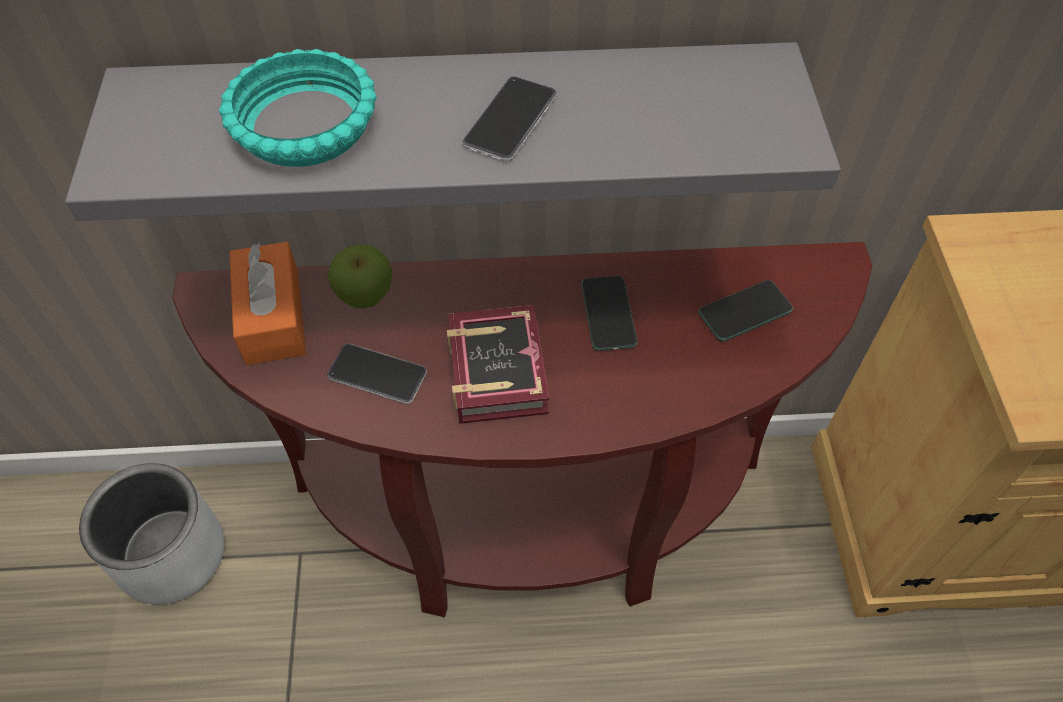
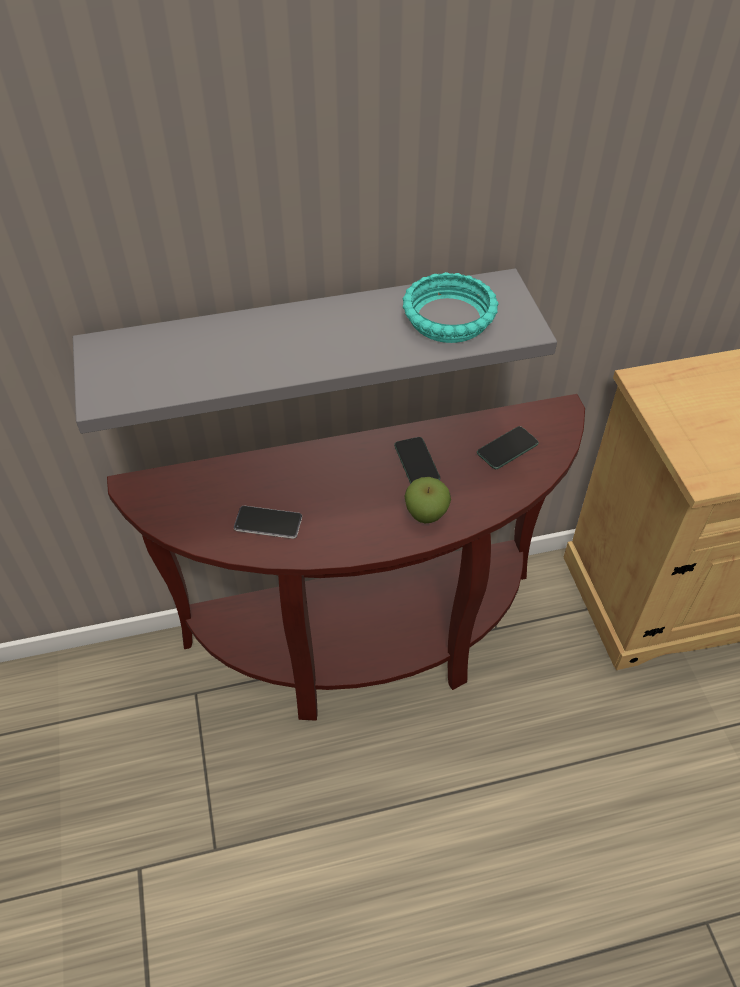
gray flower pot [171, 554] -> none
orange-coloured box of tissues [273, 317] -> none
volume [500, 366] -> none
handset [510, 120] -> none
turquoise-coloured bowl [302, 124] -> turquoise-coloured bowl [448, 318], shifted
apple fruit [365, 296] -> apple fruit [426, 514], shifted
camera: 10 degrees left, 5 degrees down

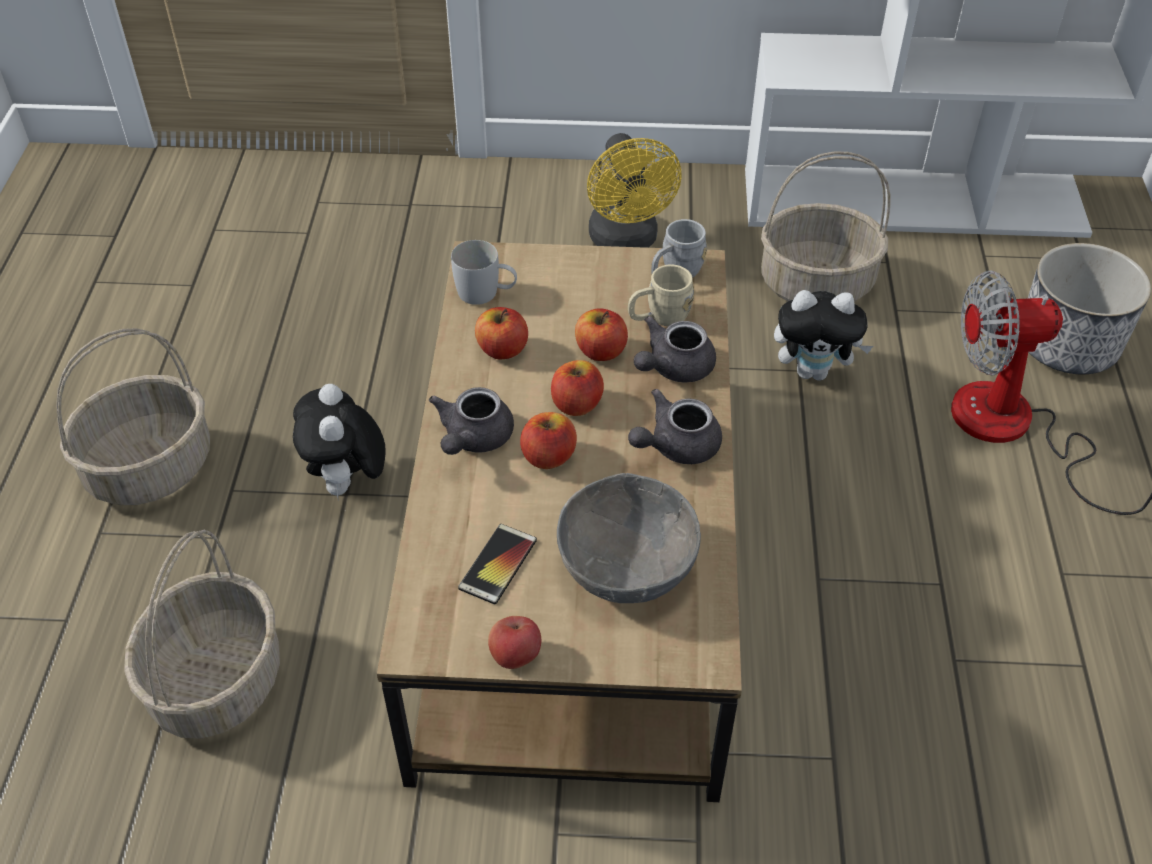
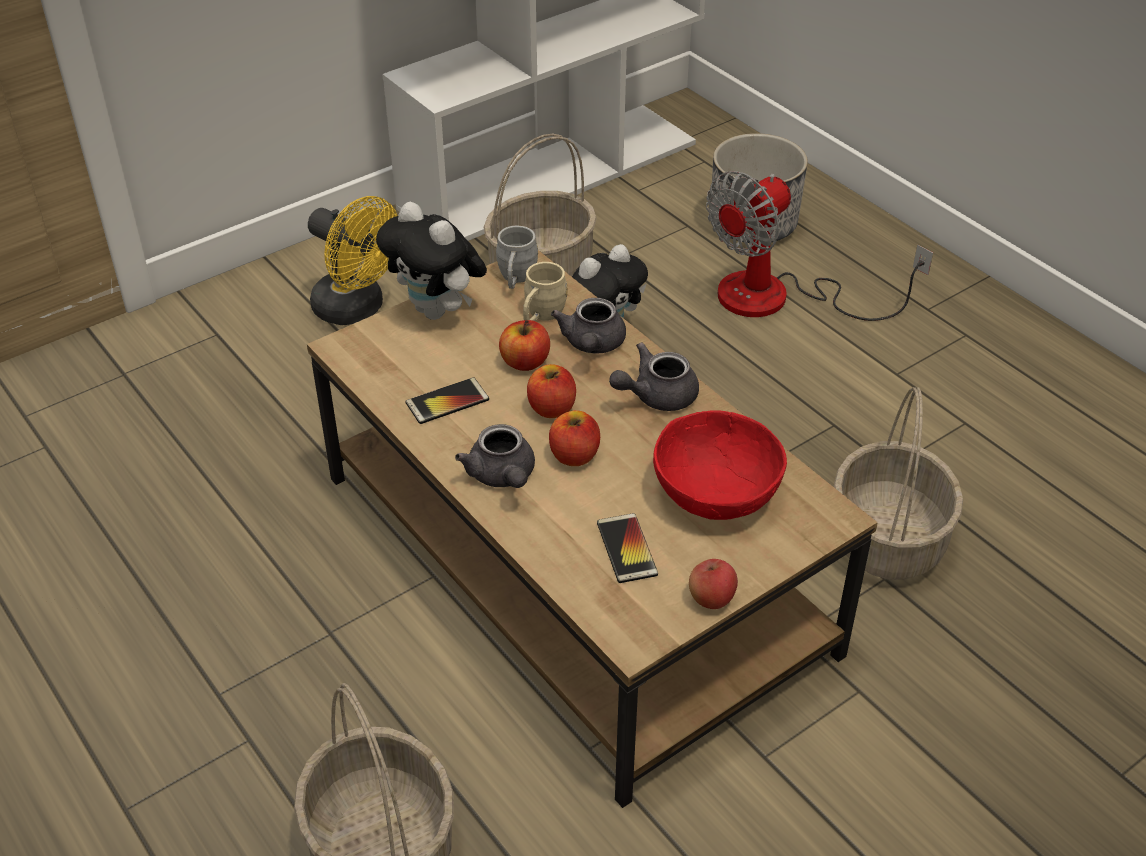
whitish coffee mug [486, 293] -> none
storage basket [151, 467] -> storage basket [886, 539], shifted
cuddly toy [347, 483] -> cuddly toy [438, 311], shifted
apple fruit [502, 349] -> handset [447, 402]
gray bowl [627, 565] -> reddish bowl [715, 492]
gray pot for tea [675, 446] -> gray pot for tea [656, 396], 45 degrees clockwise
camera: 40 degrees left, 5 degrees down

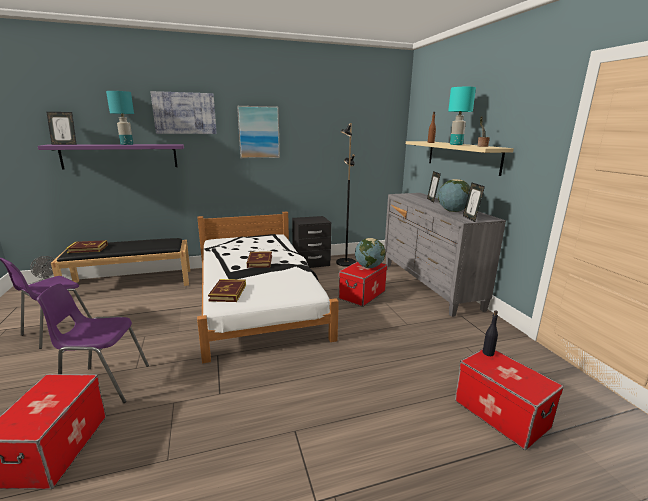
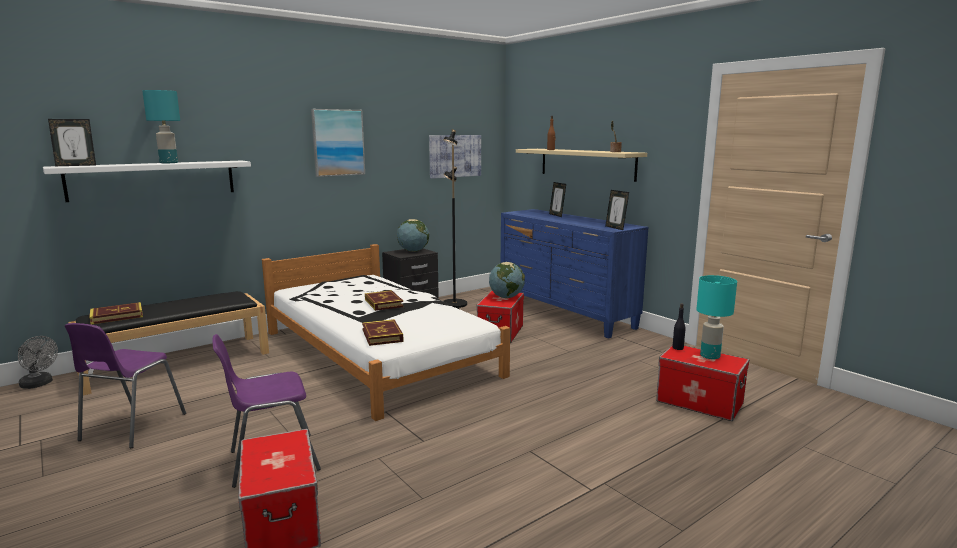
wall picture [185, 113] -> wall picture [455, 156], shifted
world globe [452, 211] -> world globe [413, 251], shifted
turquoise-coloured tabletop lamp [456, 144] -> turquoise-coloured tabletop lamp [710, 356], shifted
purplish wall shelf [120, 156] -> whitish wall shelf [153, 180]
gray drawer chest [429, 285] -> blue drawer chest [565, 314]
camera: 20 degrees left, 5 degrees down

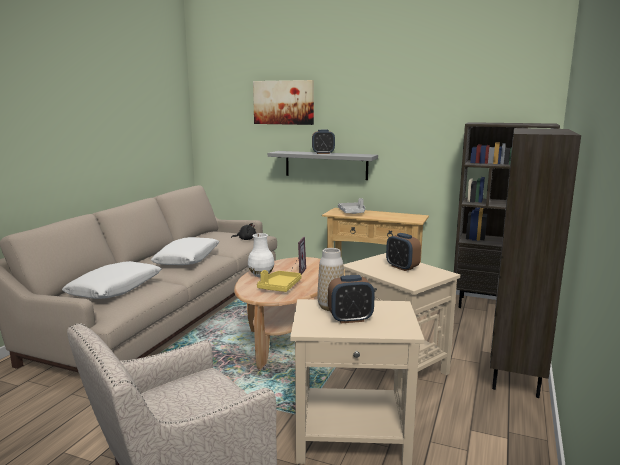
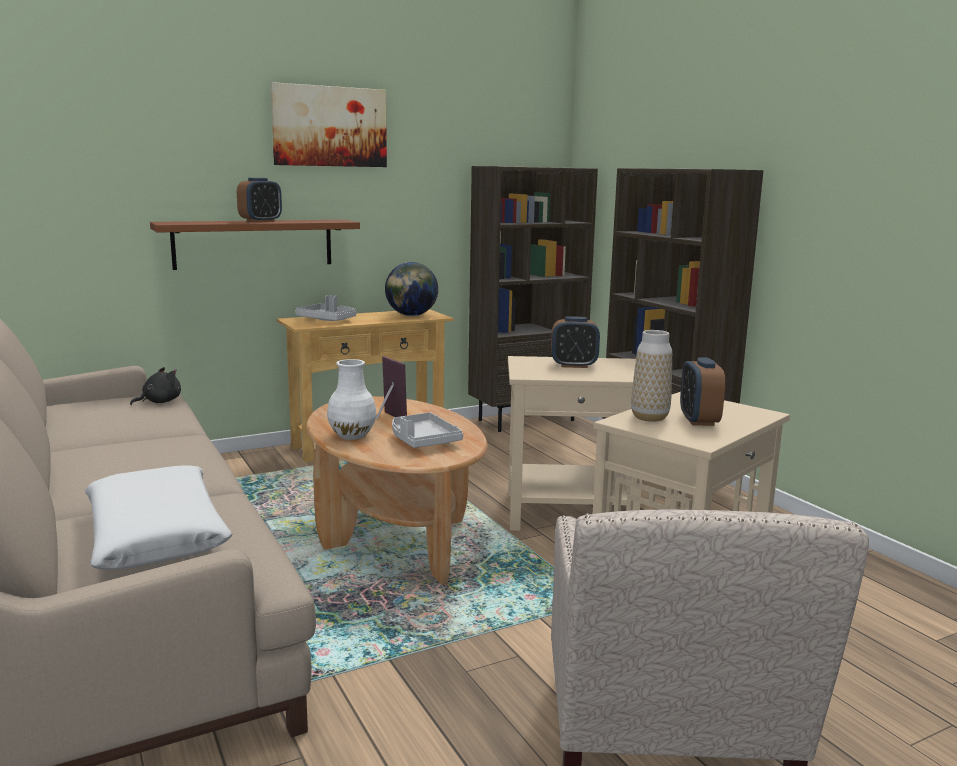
whitish cushion [187, 259] -> none
none -> world globe [411, 315]
wall picture [283, 102] -> wall picture [329, 126], shifted
yellow carrying tray [279, 287] -> gray carrying tray [422, 440]
gray wall shelf [326, 165] -> brownish wall shelf [254, 243]
table clock [350, 319] -> table clock [699, 420], 150 degrees clockwise
camera: 50 degrees left, 0 degrees up

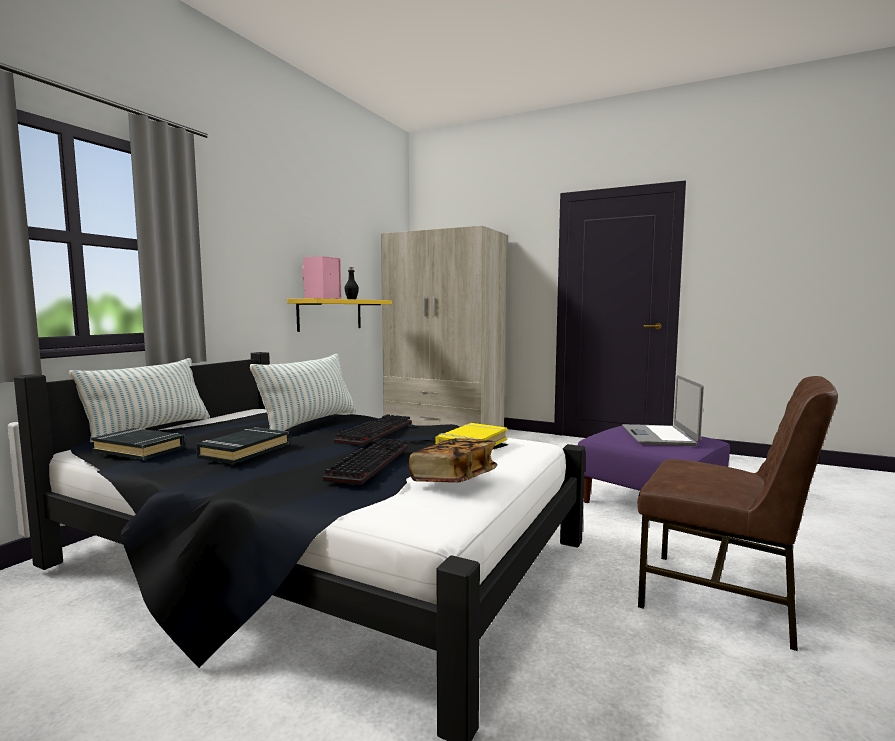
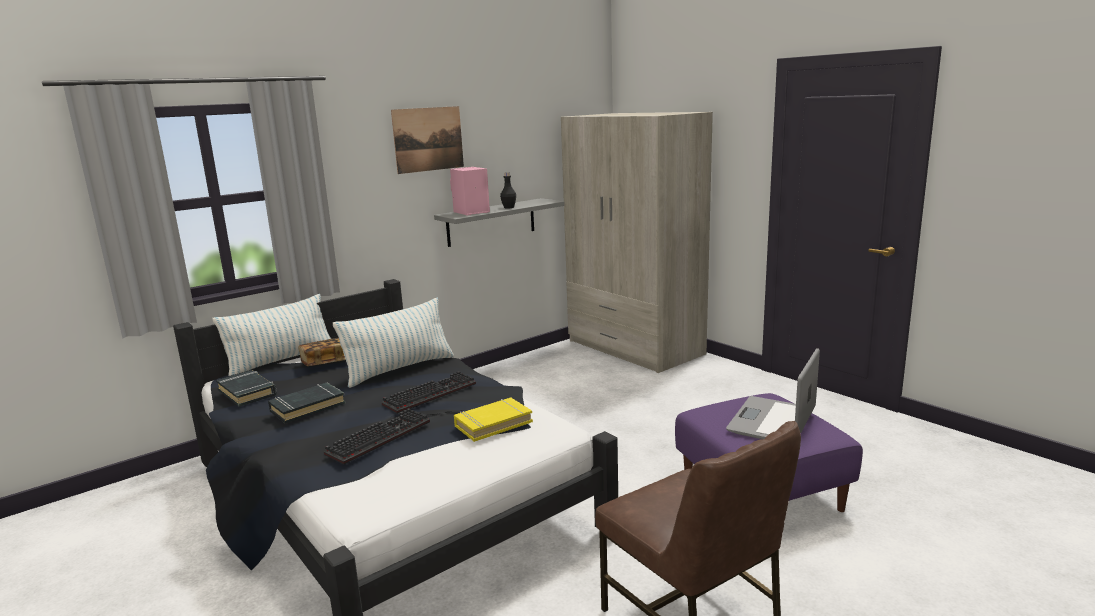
none -> wall picture [428, 139]
volume [453, 479] -> volume [326, 363], shifted
yellow wall shelf [330, 314] -> gray wall shelf [491, 222]
camera: 25 degrees right, 10 degrees up

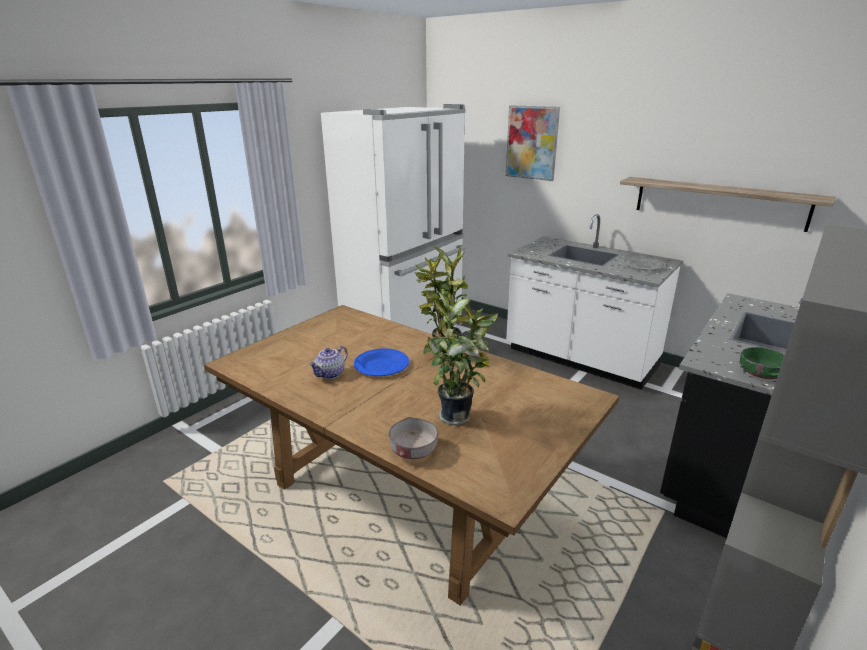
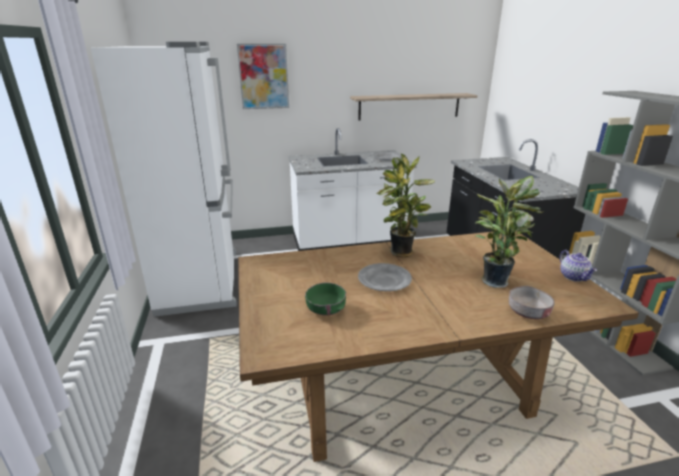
pot for tea [330, 374] -> pot for tea [574, 277], shifted
green-coloured bowl [760, 373] -> green-coloured bowl [325, 309], shifted
blue dinner plate [381, 365] -> gray dinner plate [384, 280]
camera: 50 degrees left, 0 degrees up

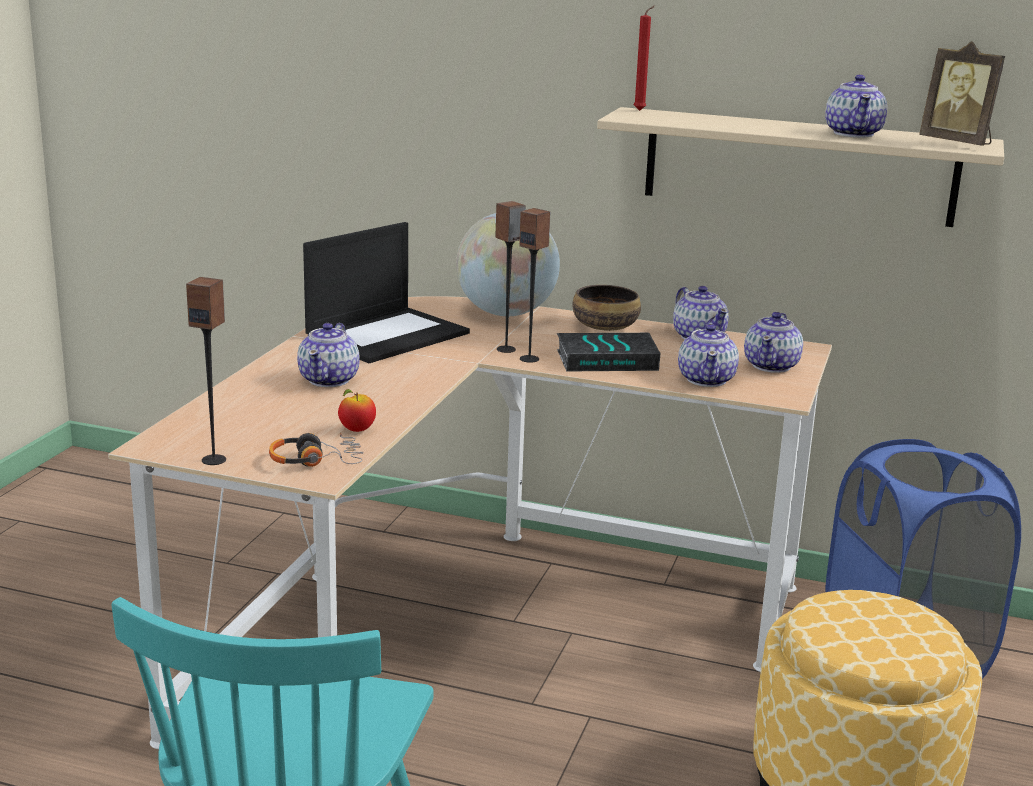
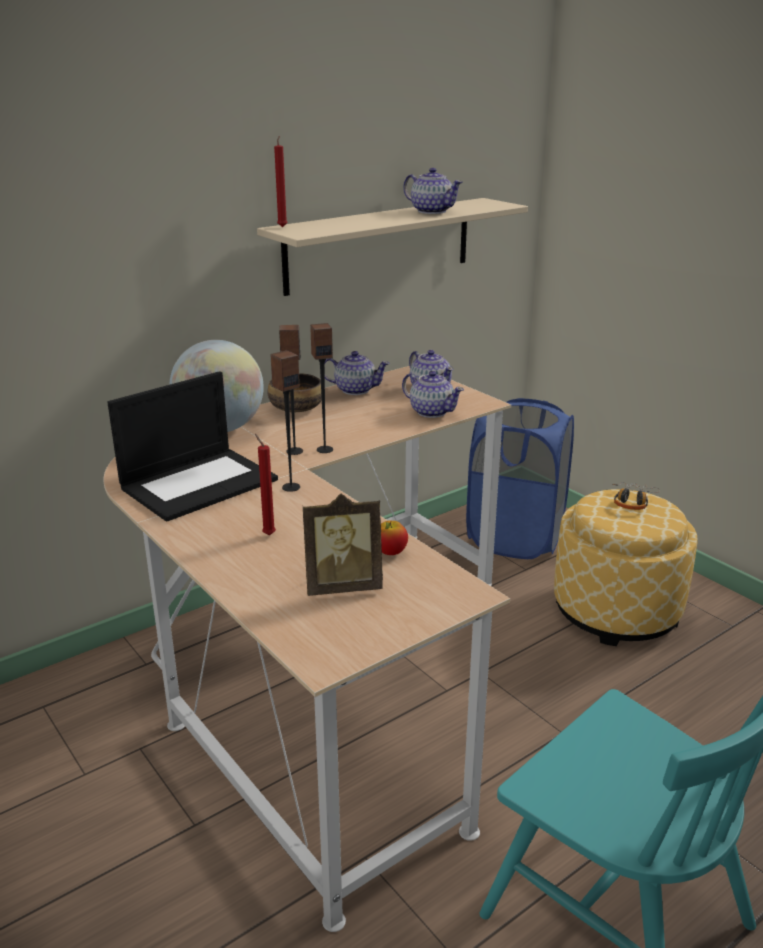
volume [608, 359] -> none
loudspeaker [214, 460] -> loudspeaker [291, 487], shifted
pair of headphones [316, 460] -> pair of headphones [632, 501], shifted
picture frame [958, 143] -> picture frame [343, 586], shifted
pot for tea [329, 380] -> reddish wax candle [267, 534]
laptop [388, 335] -> laptop [199, 483], 60 degrees clockwise
camera: 55 degrees left, 5 degrees up

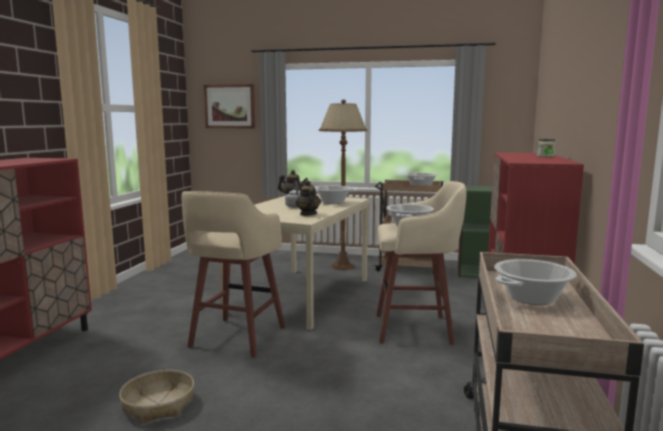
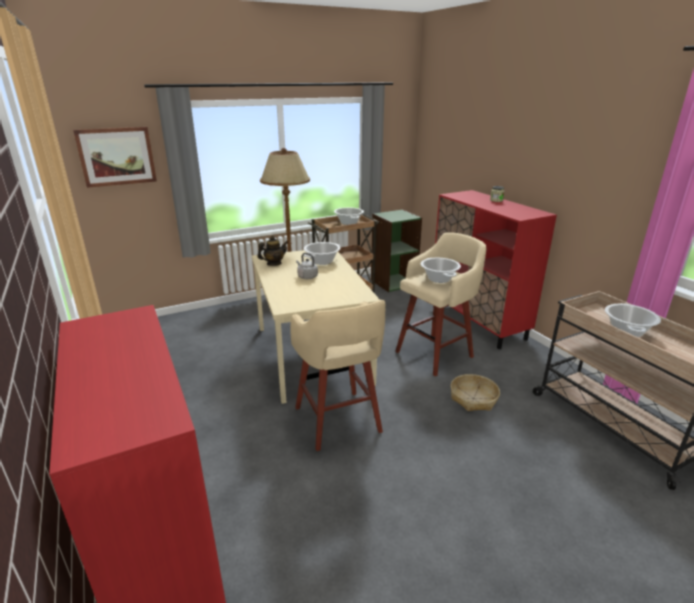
pot for tea [308, 214] -> none
storage basket [159, 404] -> storage basket [473, 398], shifted
camera: 40 degrees left, 15 degrees up

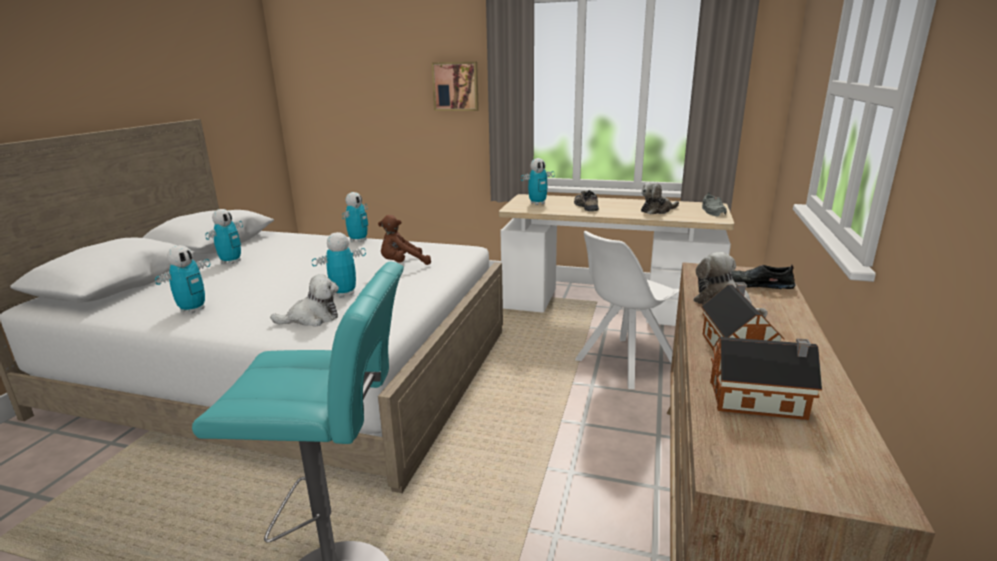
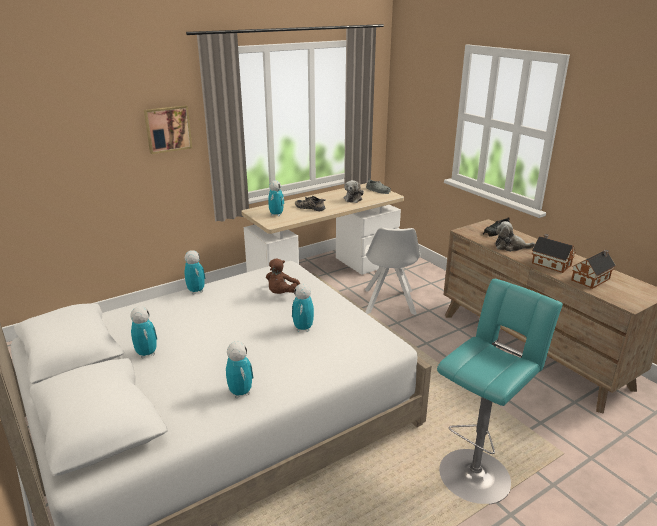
cuddly toy [312, 318] -> none
camera: 50 degrees left, 5 degrees up

